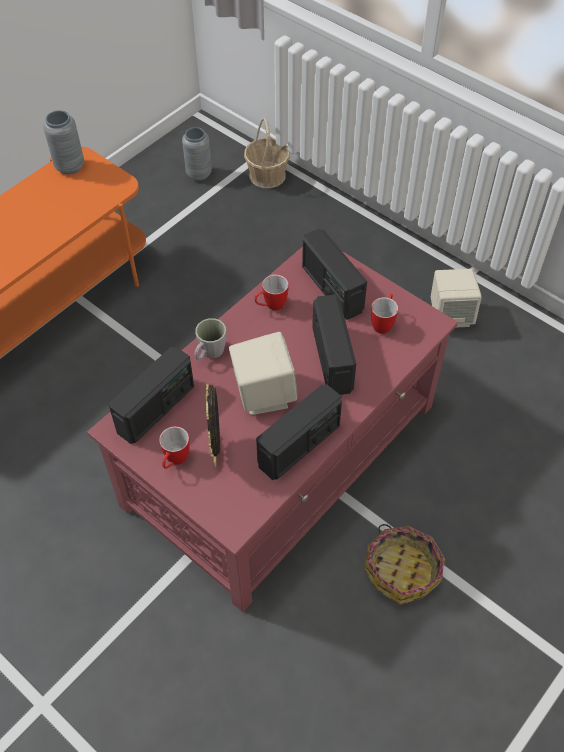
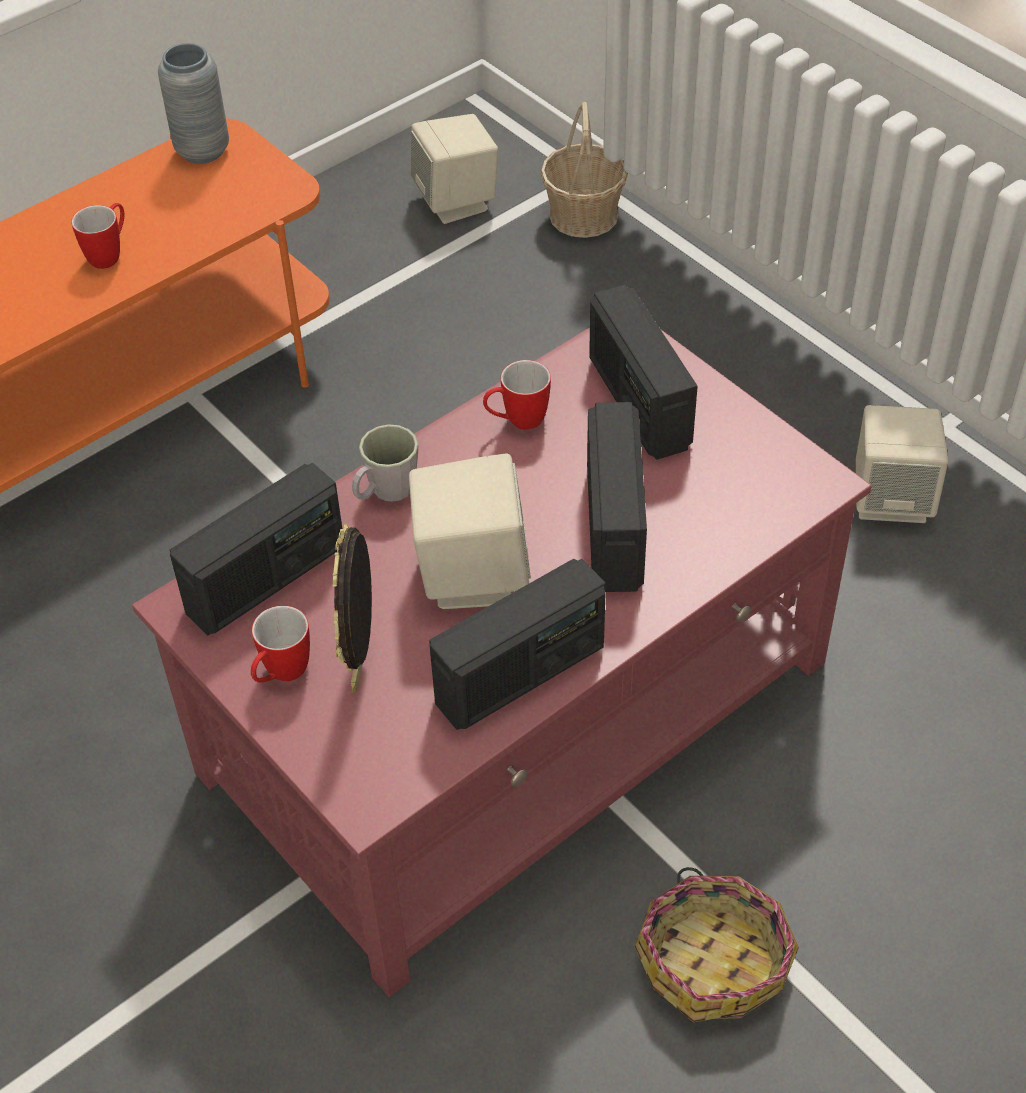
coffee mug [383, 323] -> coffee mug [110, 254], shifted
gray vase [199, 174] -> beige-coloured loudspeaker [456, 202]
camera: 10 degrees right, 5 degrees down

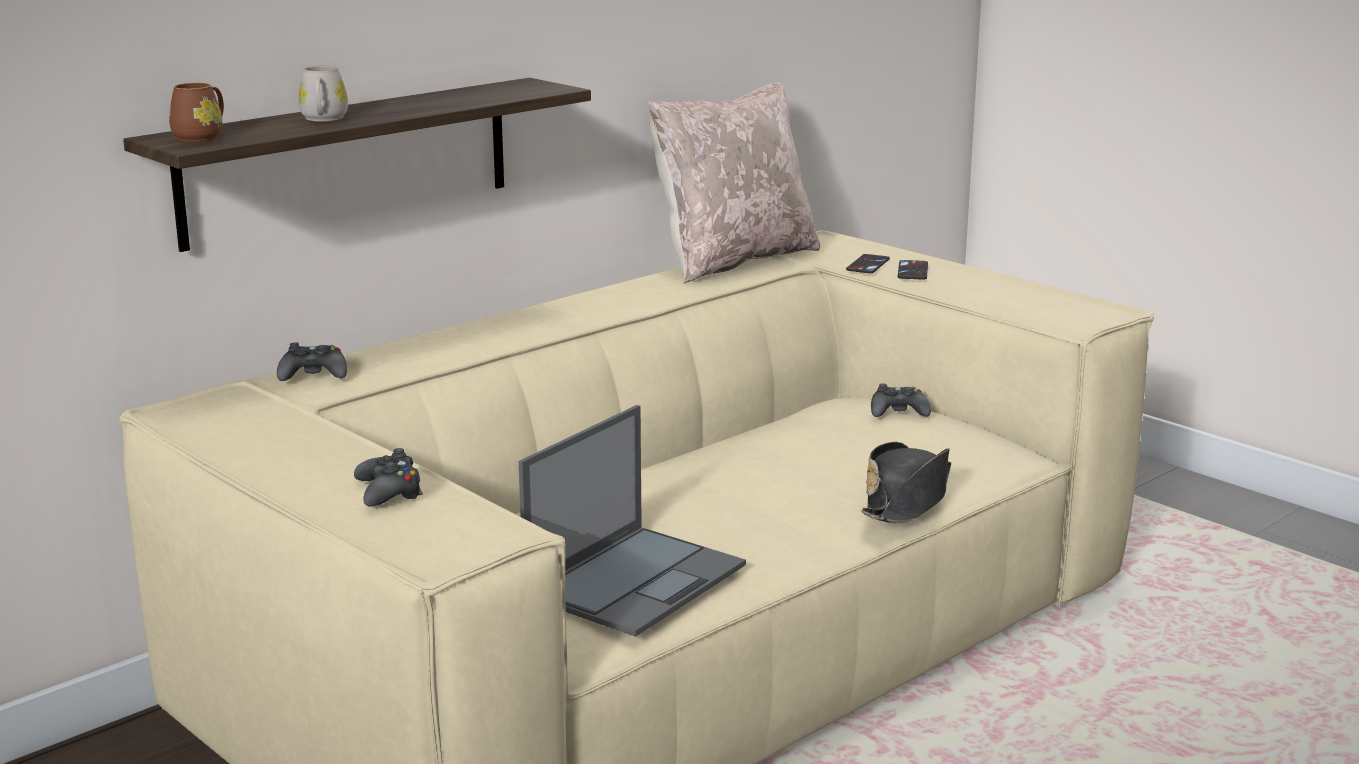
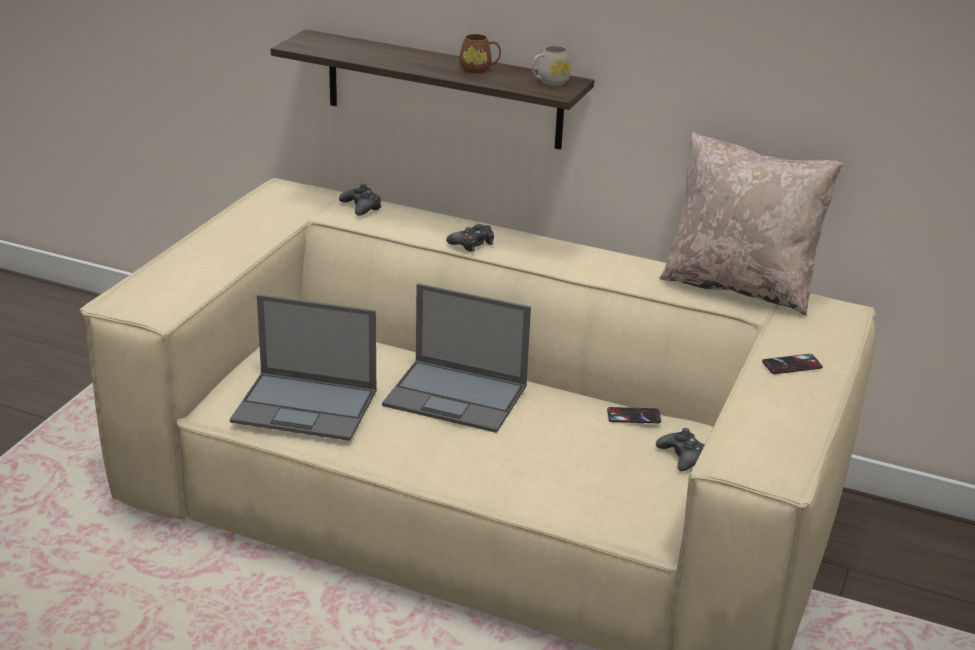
black-coloured wearable hat [907, 500] -> none
none -> laptop [457, 396]
brownish coffee mug [202, 137] -> brownish coffee mug [479, 69], shifted
whitish coffee mug [323, 119] -> whitish coffee mug [549, 82], shifted
black-coloured game controller [389, 491] -> black-coloured game controller [472, 243], shifted
handset [867, 264] -> handset [634, 416], shifted
camera: 65 degrees right, 10 degrees up

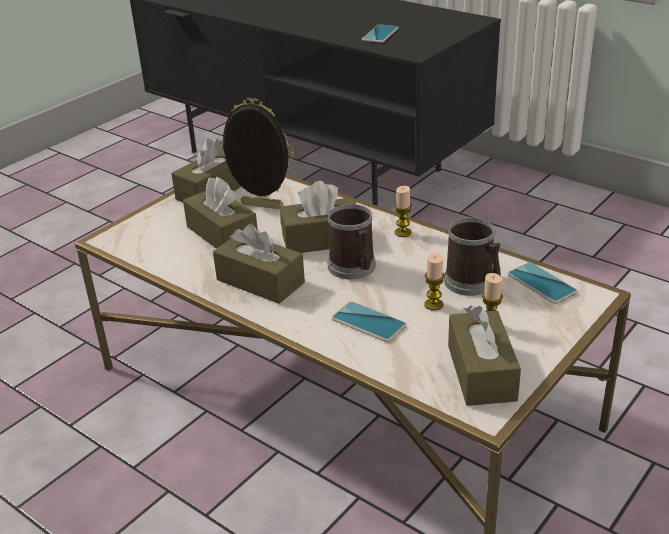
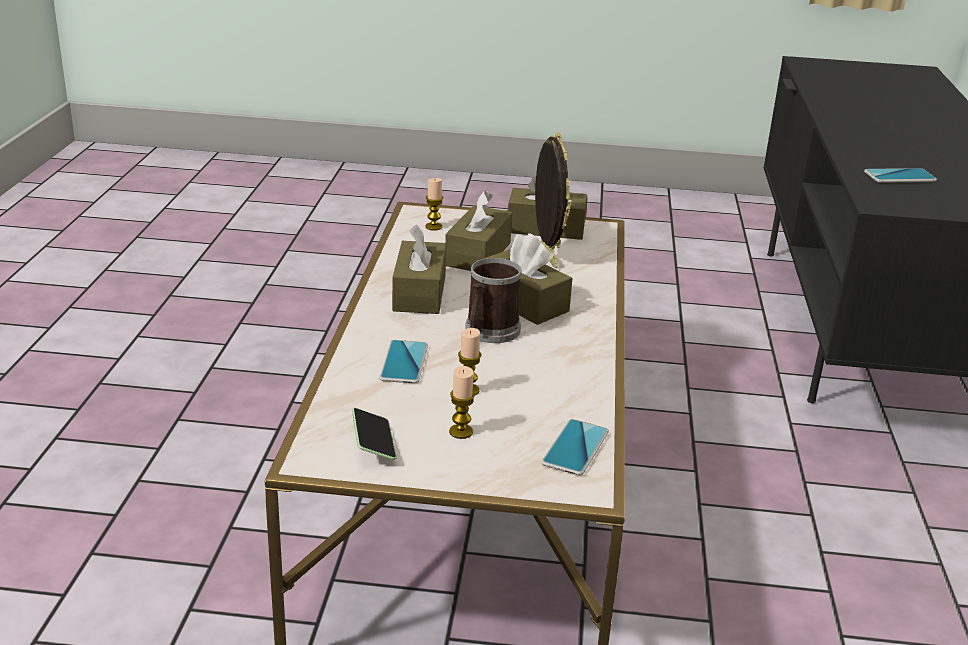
coffee mug [473, 283] -> none
wax candle [403, 232] -> wax candle [433, 227], shifted
brownish box of tissues [481, 372] -> handset [373, 444]
camera: 55 degrees right, 5 degrees down

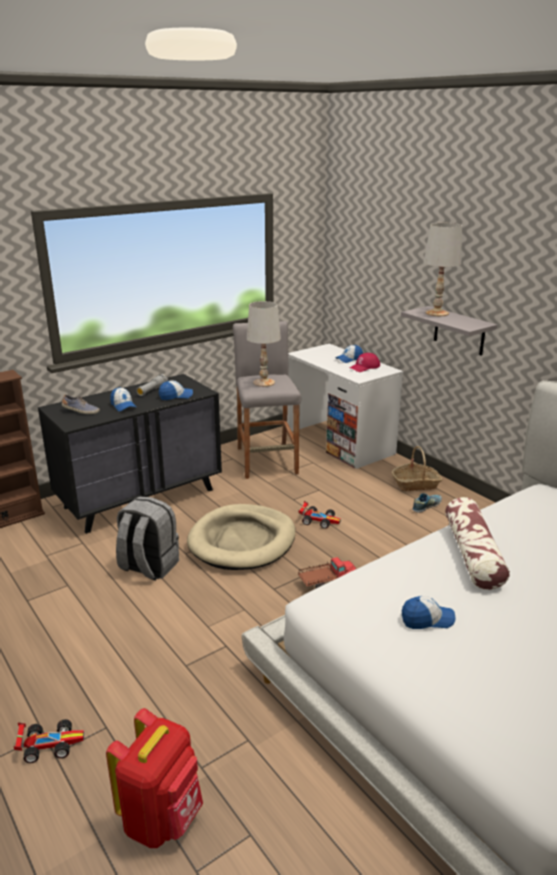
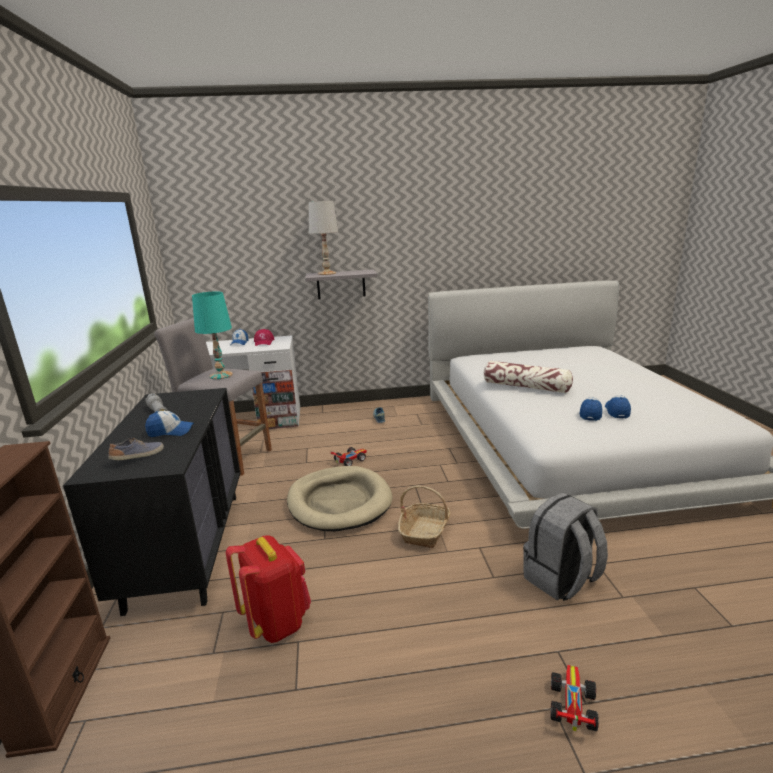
model truck [327, 582] -> none
reddish knapsack [162, 818] -> reddish knapsack [276, 622], shifted
gray knapsack [148, 566] -> gray knapsack [561, 580], shifted
baseball cap [176, 396] -> baseball cap [617, 411], shifted
storage basket [416, 484] -> storage basket [425, 531], shifted
whitish tabletop lamp [263, 382] -> turquoise-coloured tabletop lamp [220, 375]
camera: 60 degrees left, 5 degrees down

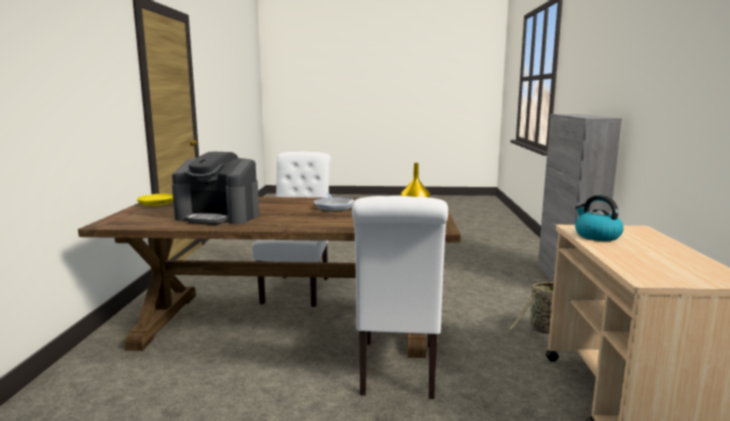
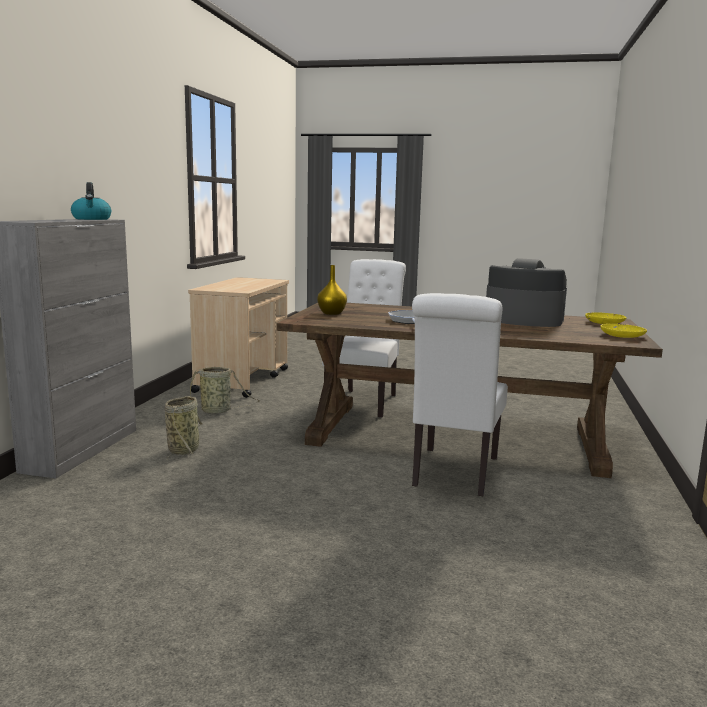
none -> storage basket [184, 449]
none -> yellow dinner plate [604, 323]
kettle [596, 236] -> kettle [92, 219], shifted
camera: 170 degrees left, 0 degrees up

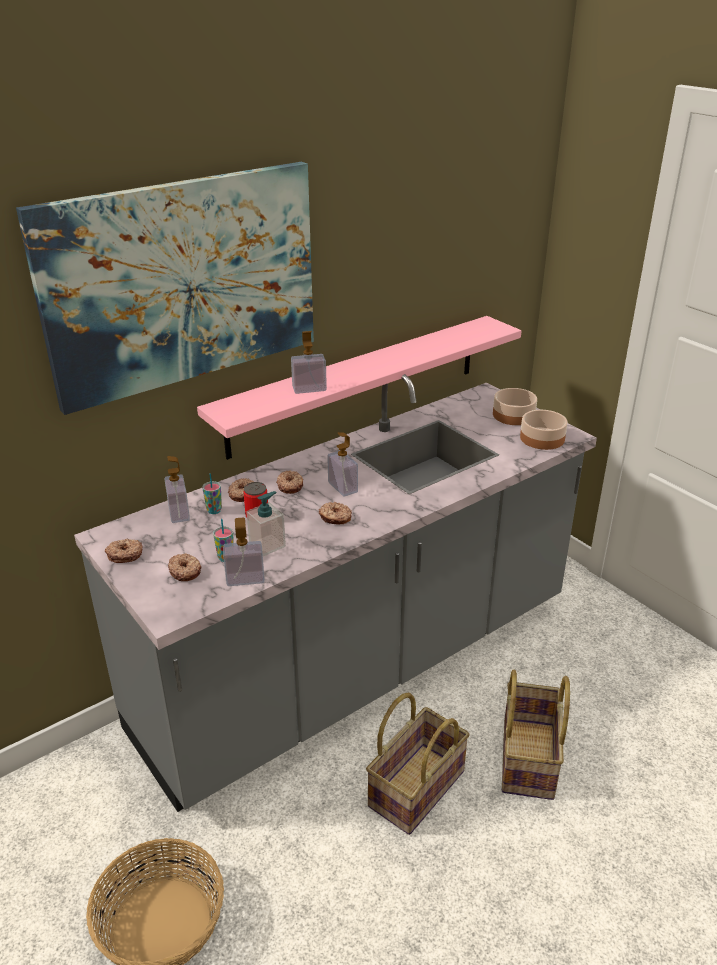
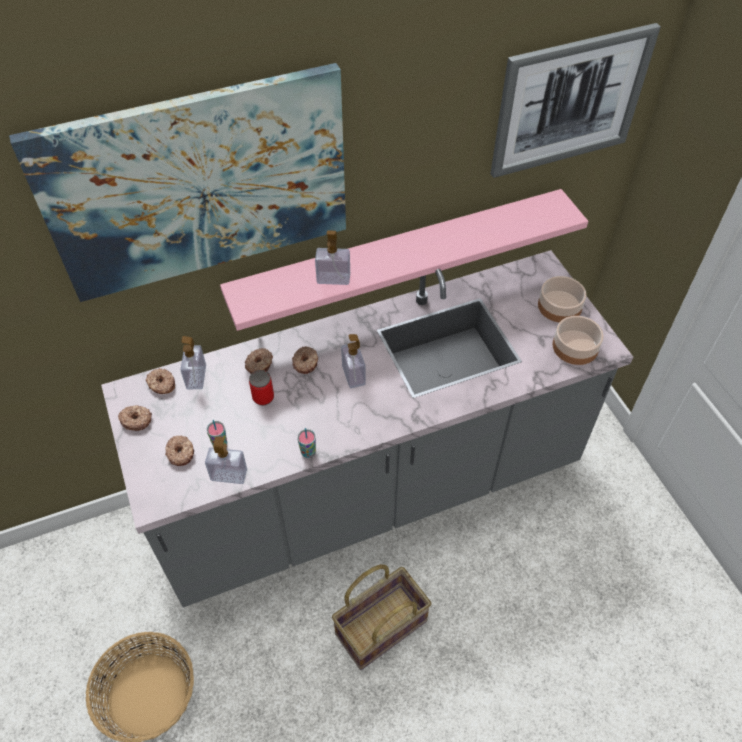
soap dispenser [267, 545] -> none
storage basket [529, 759] -> none
none -> wall picture [569, 101]
cup [214, 511] -> cup [308, 452], shifted
donut [335, 518] -> donut [161, 385], shifted
camera: 15 degrees right, 20 degrees up

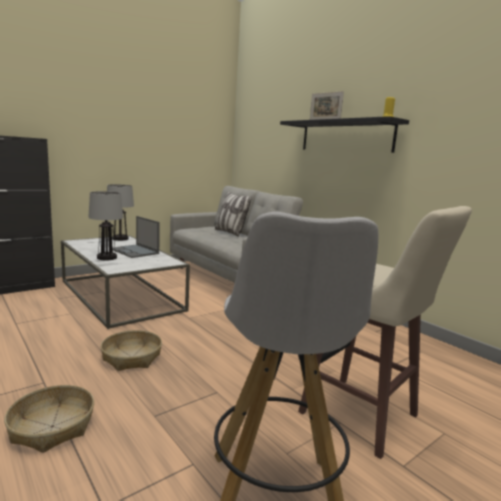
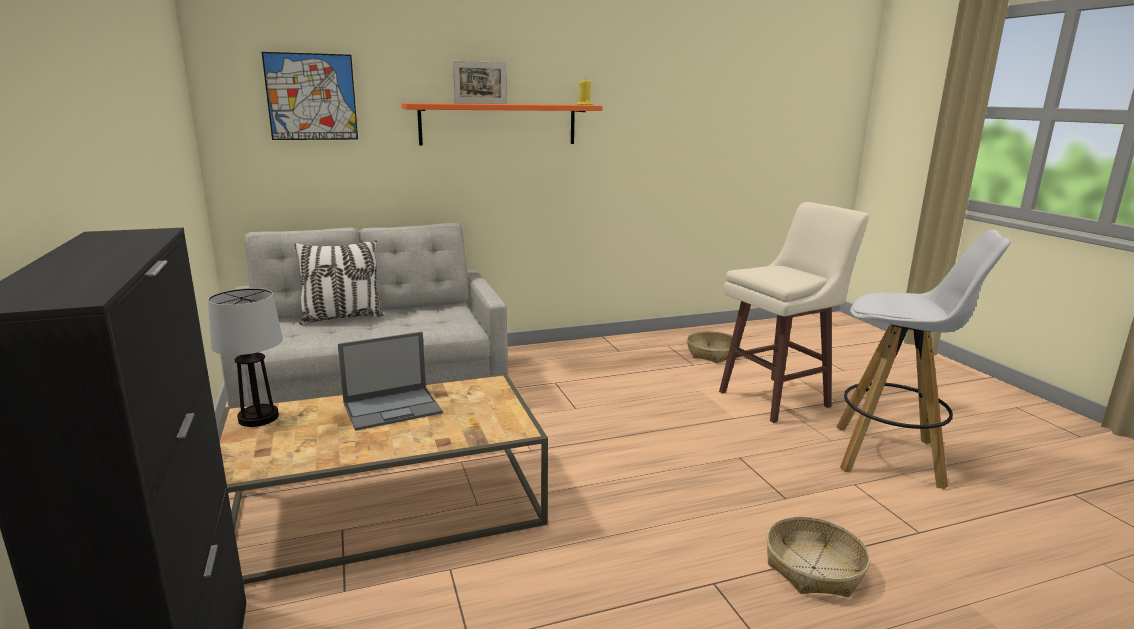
tabletop lamp [106, 258] -> none
none -> wall picture [311, 97]
storage basket [131, 357] -> storage basket [712, 354], shifted
whitish coffee table [121, 295] -> brownish coffee table [387, 507]
black-coloured wall shelf [345, 136] -> orange-coloured wall shelf [498, 124]
camera: 70 degrees left, 5 degrees up

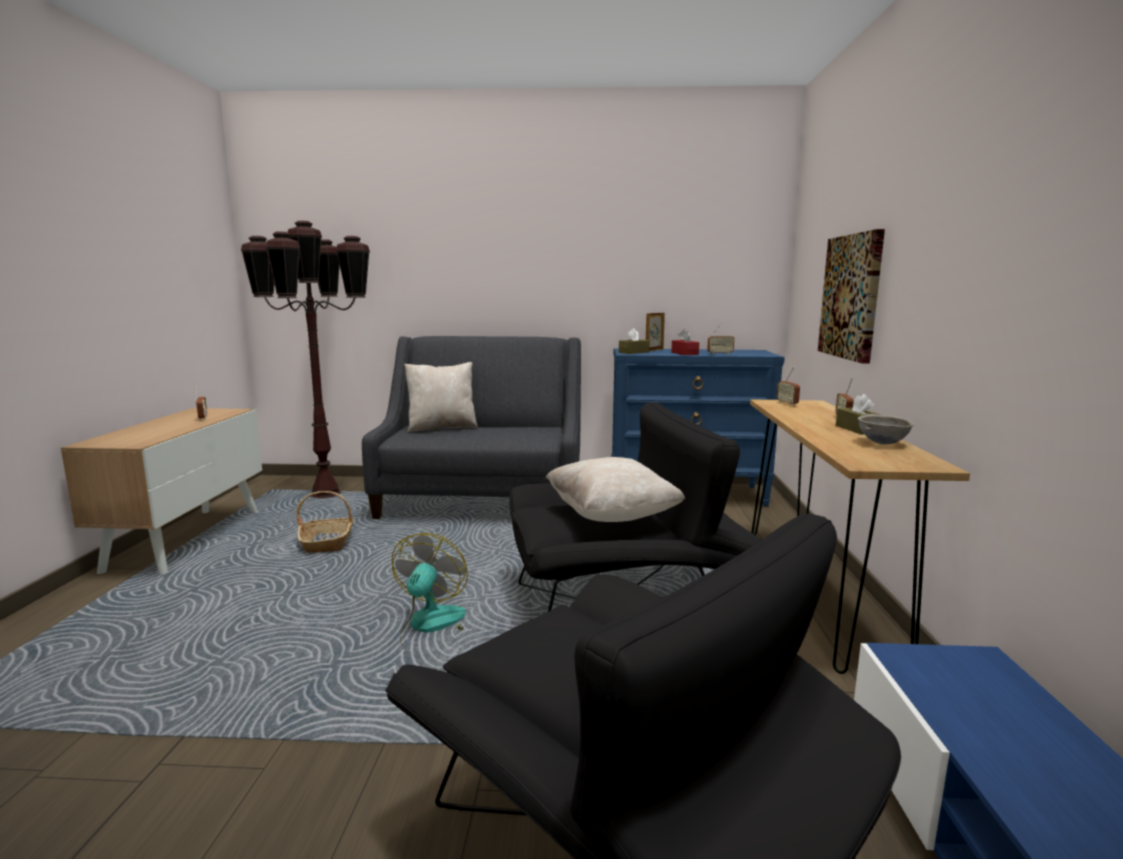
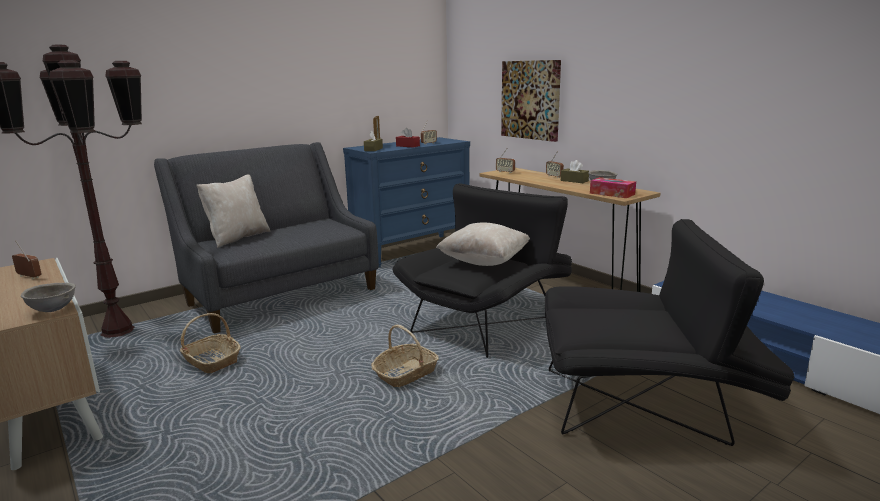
none -> gray bowl [53, 310]
none -> box of tissues [612, 194]
cooling fan [432, 628] -> storage basket [406, 374]
camera: 40 degrees left, 5 degrees up

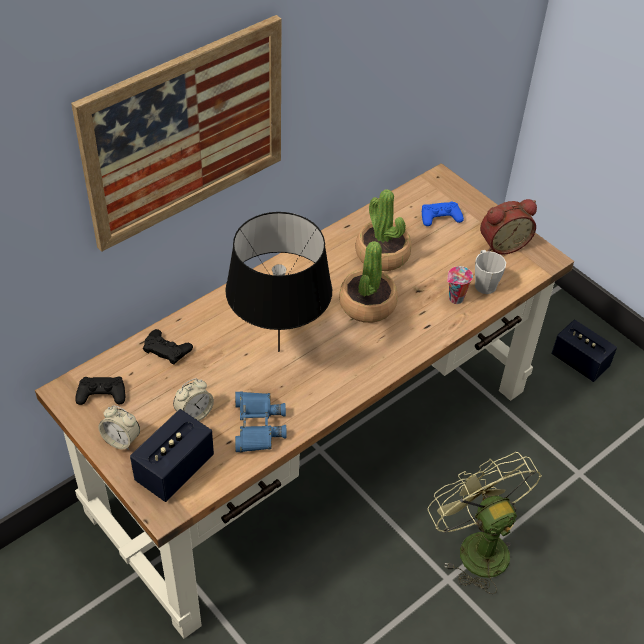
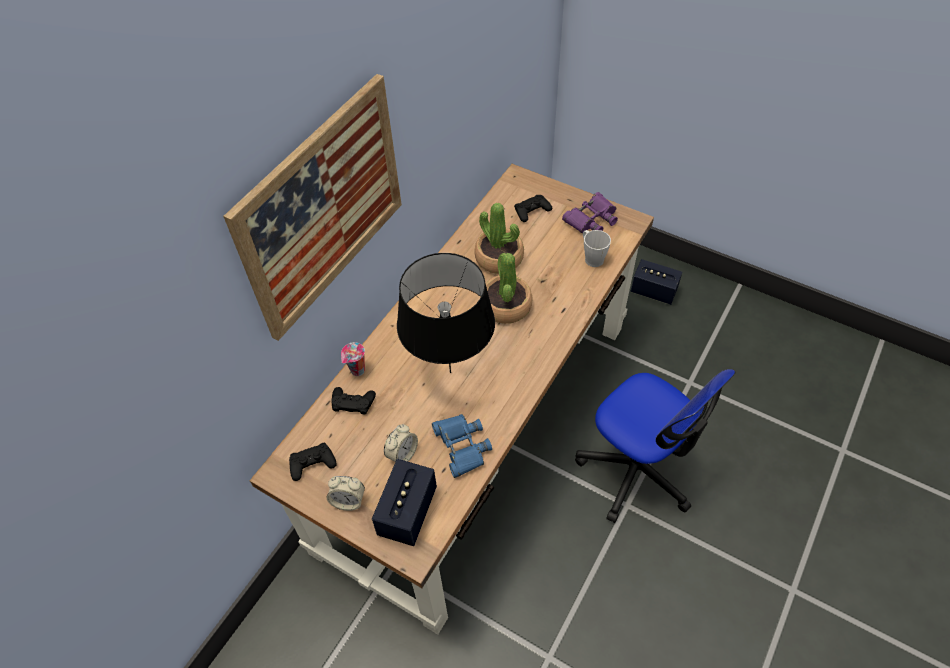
cup [455, 299] -> cup [357, 371], shifted
green-coloured cooling fan [475, 546] -> desk chair [637, 469]
table clock [502, 243] -> purplish field glasses [591, 219]
blue game controller [440, 217] -> black-coloured game controller [532, 211]
camera: 15 degrees left, 5 degrees up

